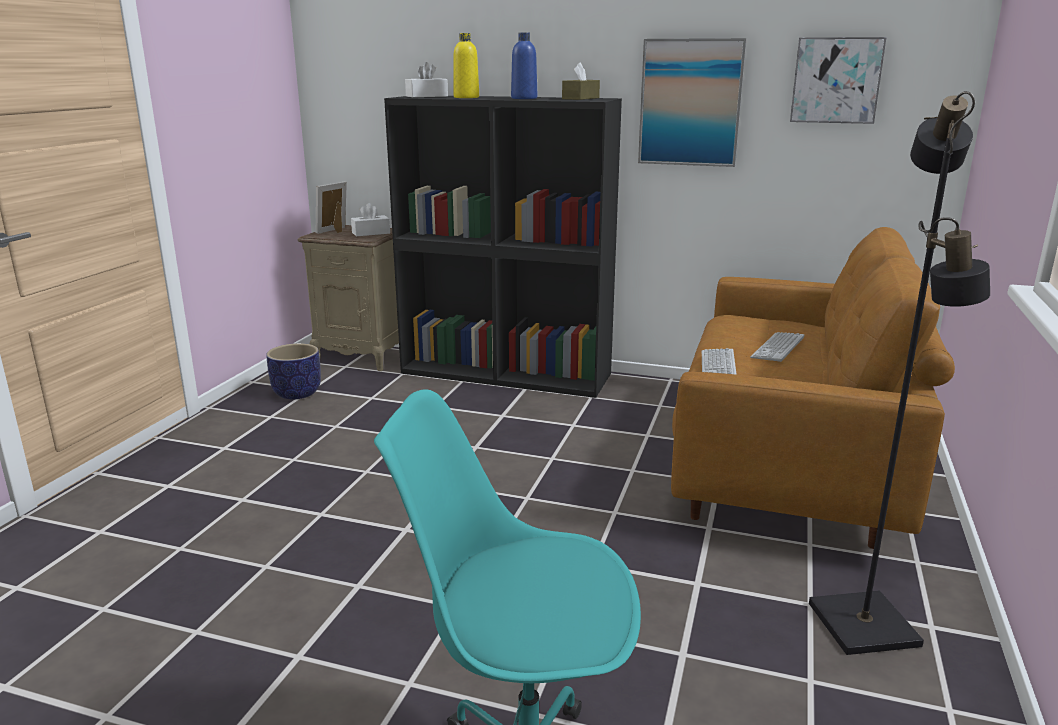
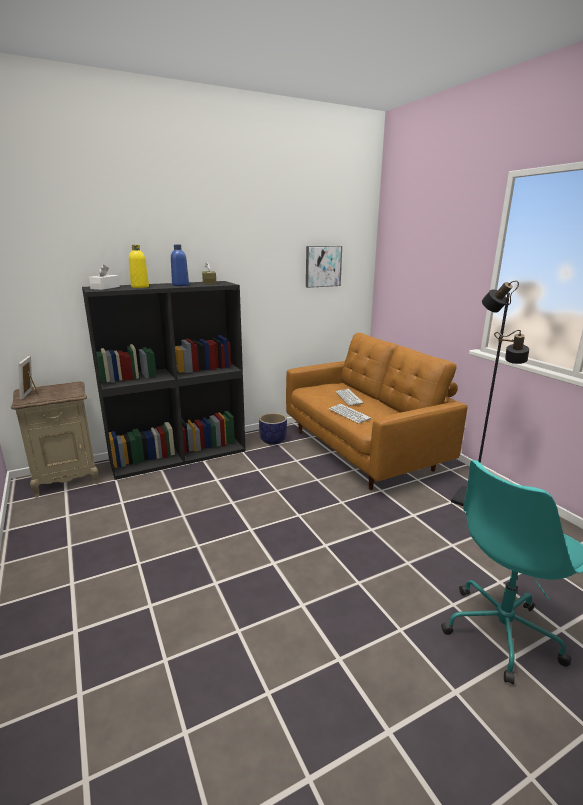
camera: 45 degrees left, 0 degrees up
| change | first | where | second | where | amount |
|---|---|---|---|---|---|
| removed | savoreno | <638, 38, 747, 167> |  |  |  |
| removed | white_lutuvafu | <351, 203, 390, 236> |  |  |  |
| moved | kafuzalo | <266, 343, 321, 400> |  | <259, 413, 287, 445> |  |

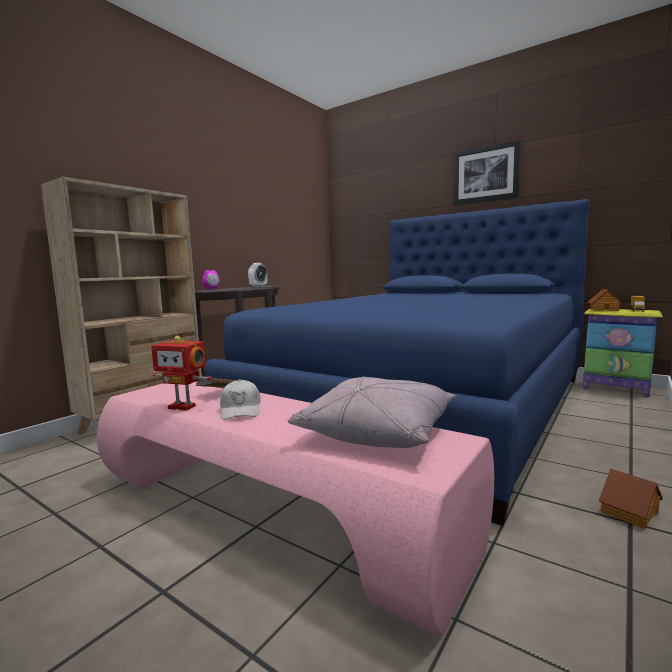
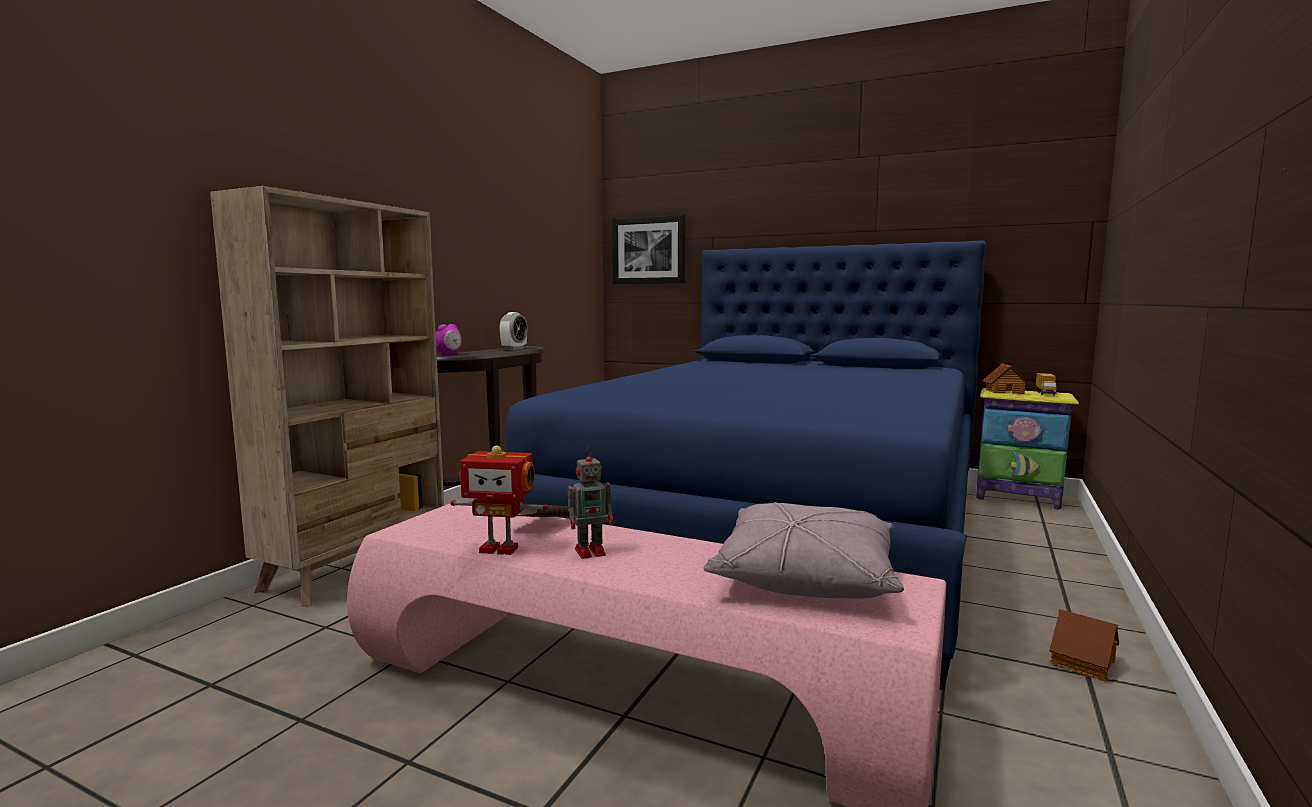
camera: 10 degrees left, 0 degrees up
| change | first | where | second | where | amount |
|---|---|---|---|---|---|
| moved | savoreno | <453, 140, 521, 205> |  | <612, 215, 686, 284> |  |
| replaced | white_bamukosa | <220, 379, 260, 420> | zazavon | <568, 447, 613, 559> |  |

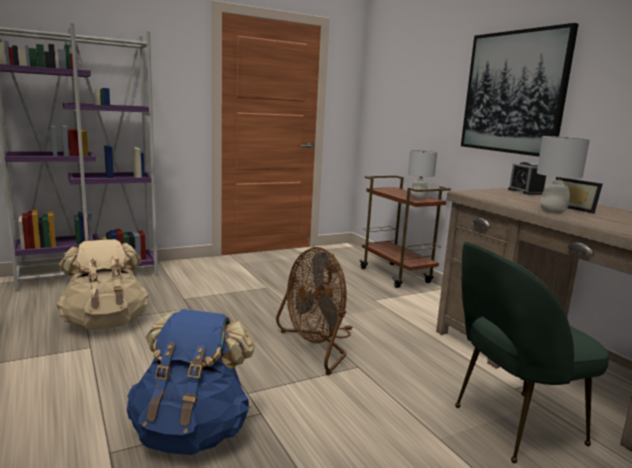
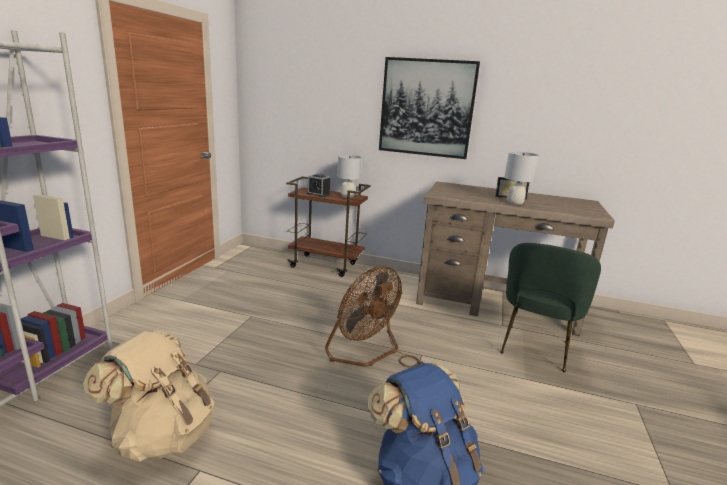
camera: 45 degrees left, 5 degrees up
| change | first | where | second | where | amount |
|---|---|---|---|---|---|
| moved | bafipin | <508, 162, 546, 195> |  | <307, 174, 331, 197> |  |
| turned | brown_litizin | <276, 247, 352, 375> |  | <325, 266, 424, 368> | 120 degrees clockwise |

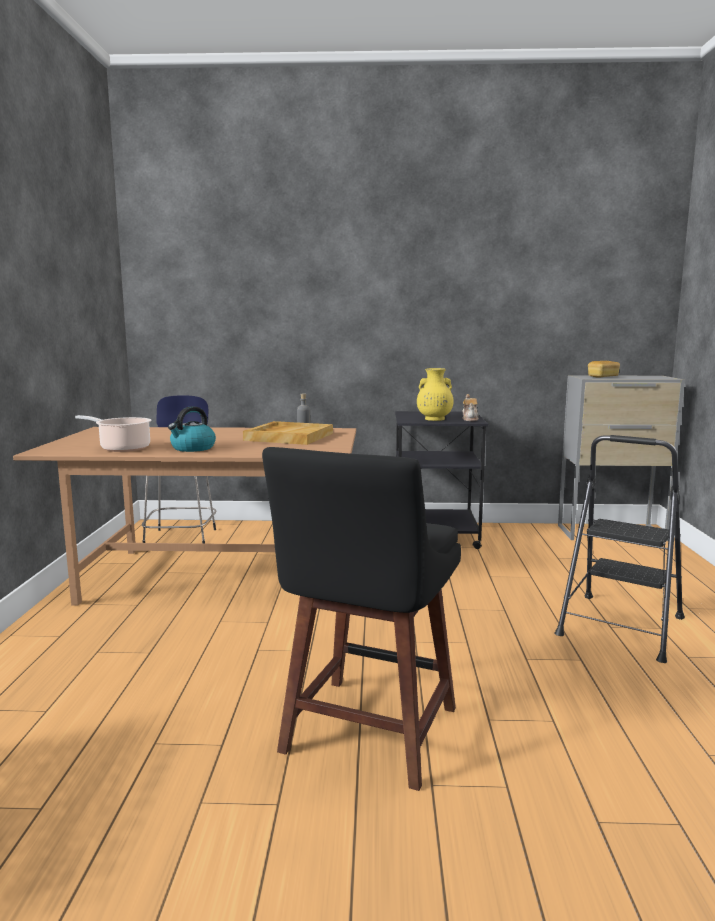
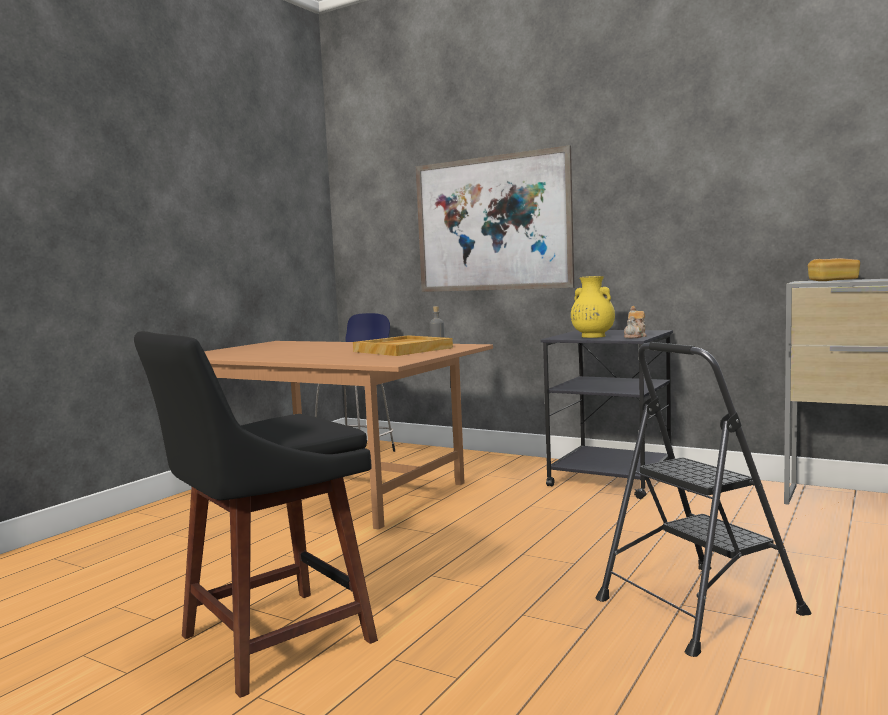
camera: 30 degrees right, 5 degrees down
| change | first | where | second | where | amount |
|---|---|---|---|---|---|
| removed | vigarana | <168, 406, 216, 452> |  |  |  |
| removed | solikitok | <75, 415, 151, 452> |  |  |  |
| added |  |  | savoreno | <416, 145, 574, 292> |  |

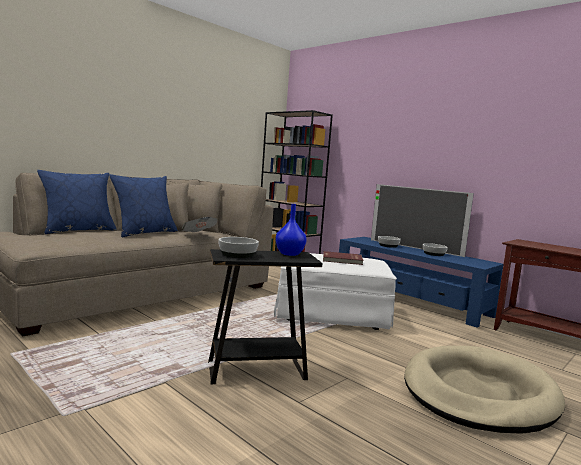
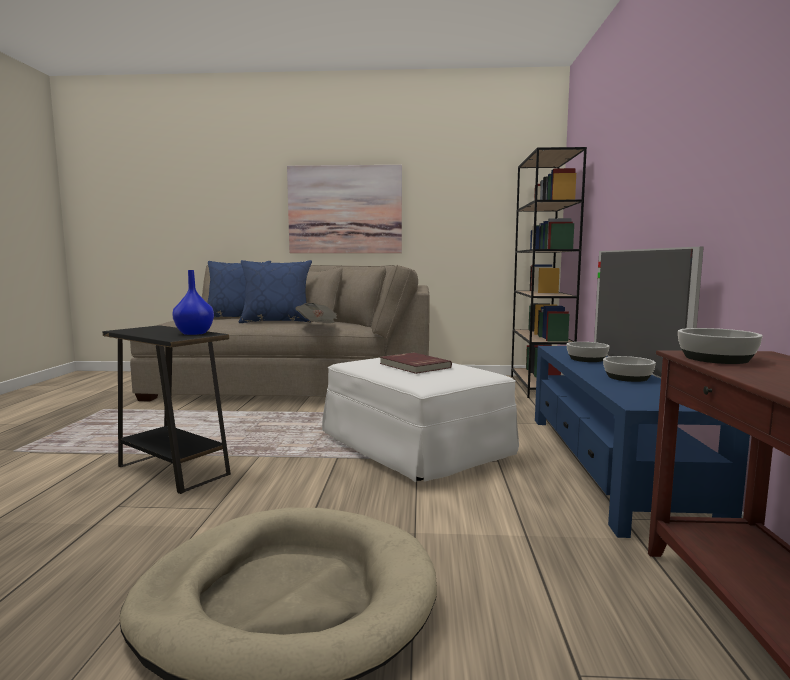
camera: 50 degrees right, 0 degrees up
| change | first | where | second | where | amount |
|---|---|---|---|---|---|
| moved | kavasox | <218, 237, 259, 258> |  | <678, 328, 763, 364> |  |
| added |  |  | savoreno | <287, 165, 402, 253> |  |

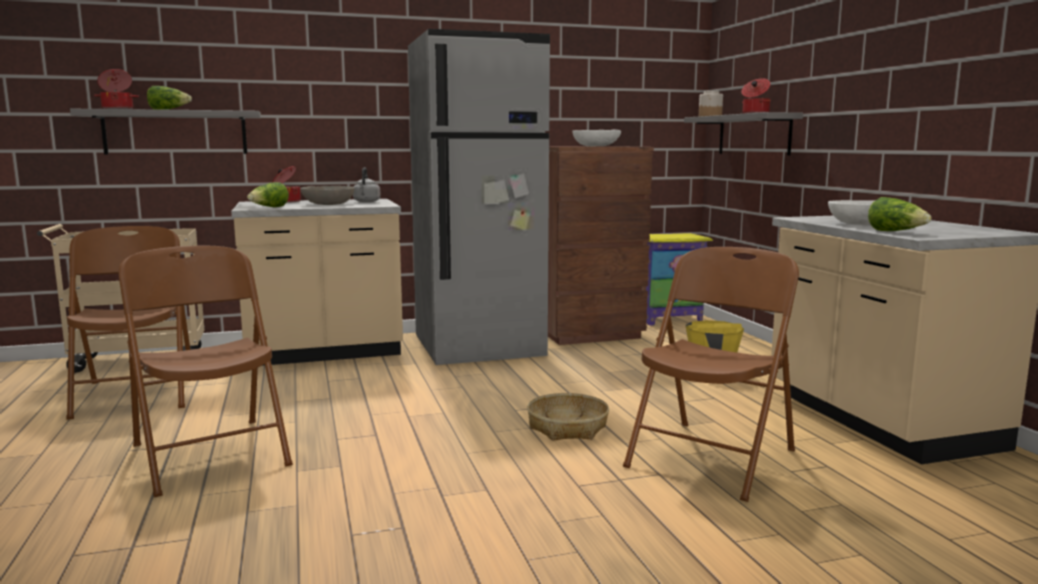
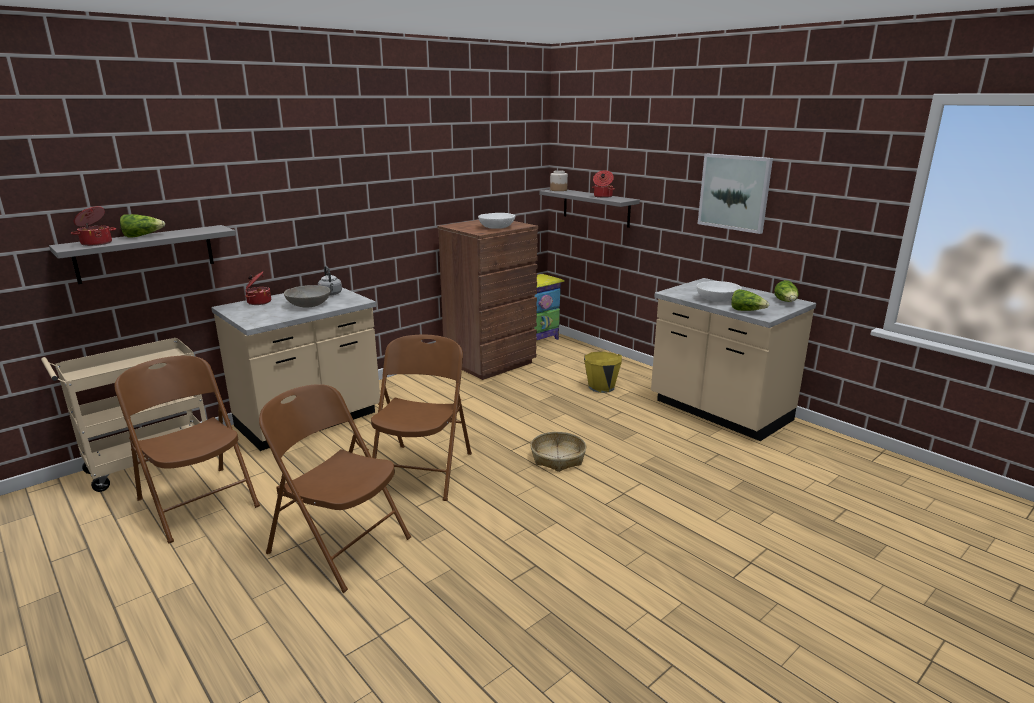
camera: 25 degrees left, 10 degrees up
| change | first | where | second | where | amount |
|---|---|---|---|---|---|
| removed | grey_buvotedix | <408, 29, 550, 365> |  |  |  |
| moved | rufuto | <247, 182, 289, 207> |  | <774, 280, 799, 302> |  |
| moved | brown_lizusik | <623, 247, 799, 502> |  | <371, 335, 472, 501> |  |
| added |  |  | savoreno | <698, 154, 773, 234> |  |

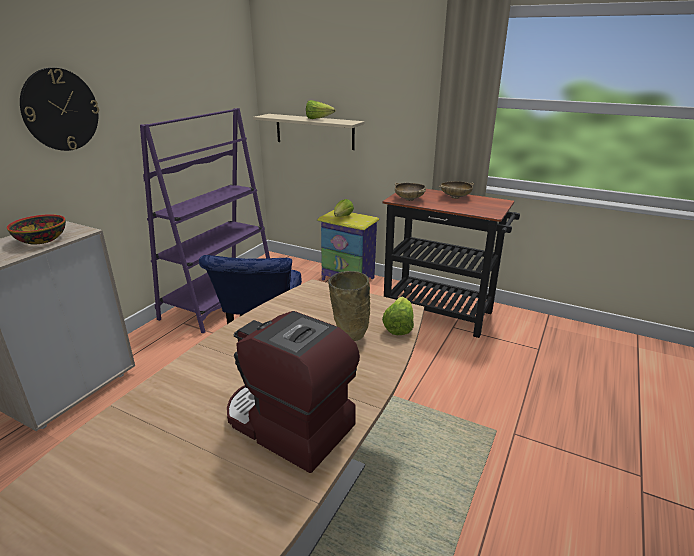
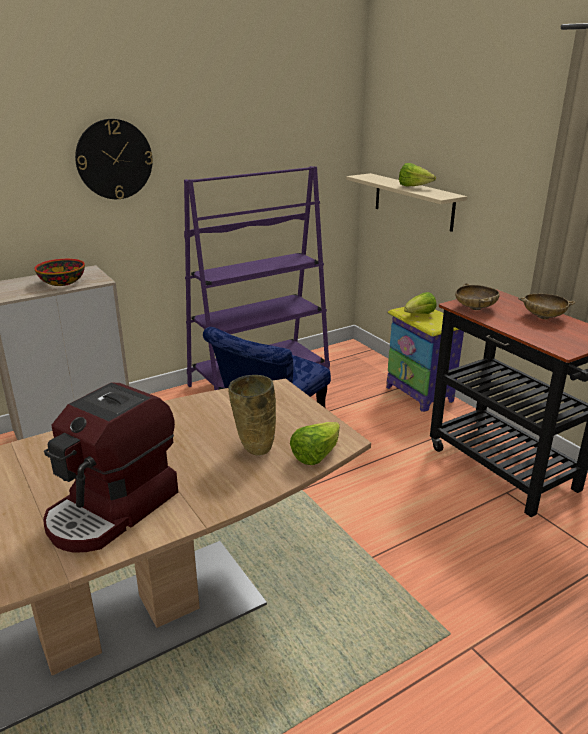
camera: 30 degrees right, 0 degrees up
| change | first | where | second | where | amount |
|---|---|---|---|---|---|
| turned | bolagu | <227, 311, 360, 473> |  | <43, 383, 178, 553> | 120 degrees counterclockwise |

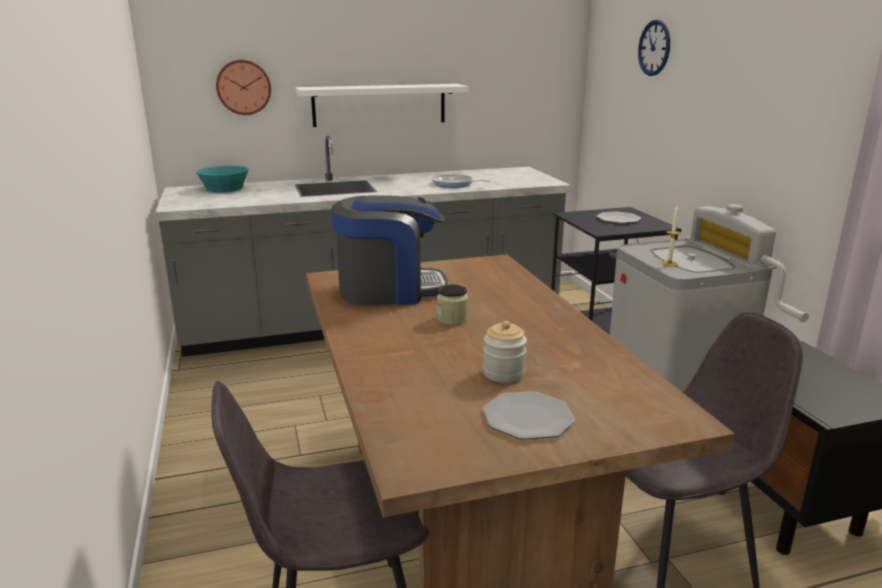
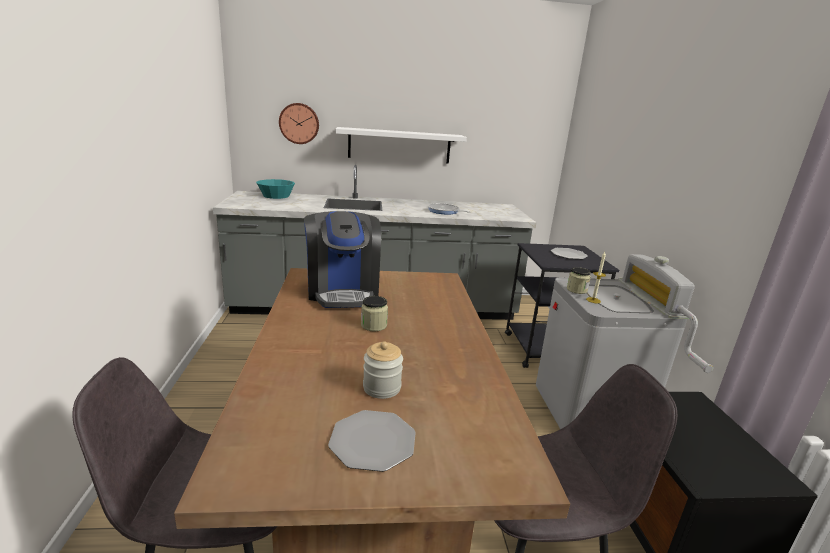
camera: 10 degrees right, 0 degrees up
| change | first | where | second | where | amount |
|---|---|---|---|---|---|
| removed | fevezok | <638, 20, 670, 76> |  |  |  |
| turned | bolagu | <331, 195, 448, 305> |  | <304, 211, 381, 308> | 75 degrees clockwise |
| added |  |  | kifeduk | <567, 267, 591, 294> |  |

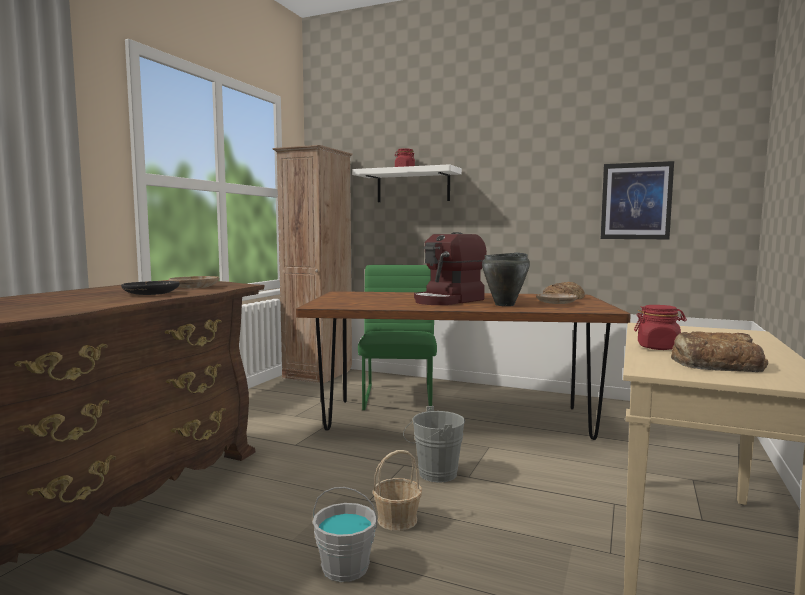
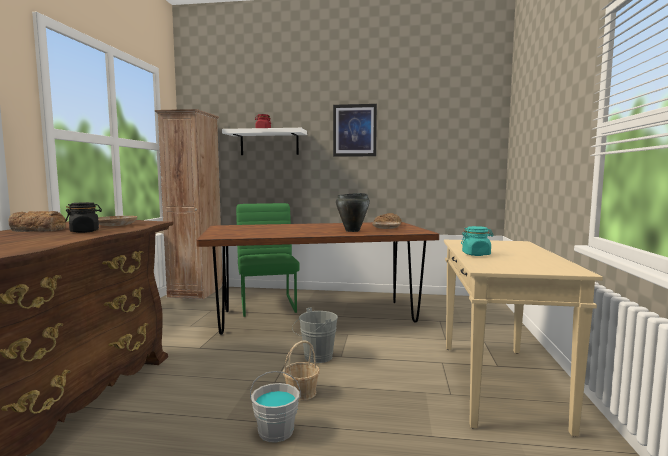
camera: 15 degrees left, 0 degrees up
| change | first | where | second | where | amount |
|---|---|---|---|---|---|
| moved | savoreno | <601, 161, 674, 239> |  | <333, 104, 377, 157> |  |
| removed | bolagu | <414, 232, 487, 305> |  |  |  |
| replaced | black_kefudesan | <121, 281, 180, 295> | black_kifeduk | <65, 202, 102, 233> |  |
| recoloured | red_kifeduk | <634, 305, 687, 350> | turquoise_kifeduk | <461, 226, 493, 256> |  |
| moved | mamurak | <671, 331, 768, 372> |  | <8, 211, 66, 232> |  |

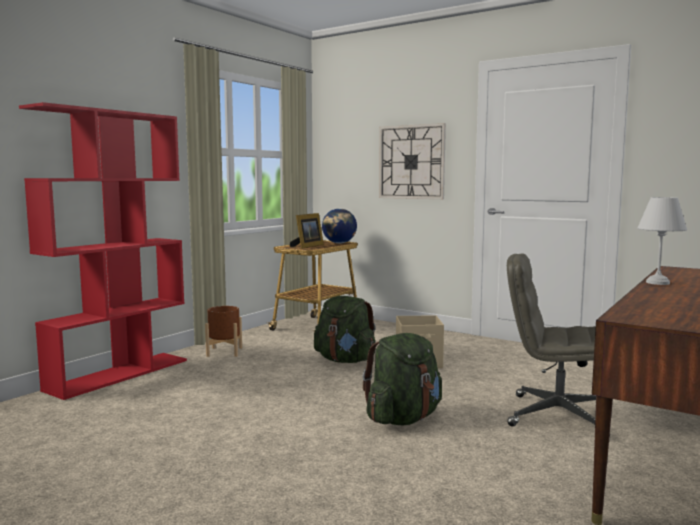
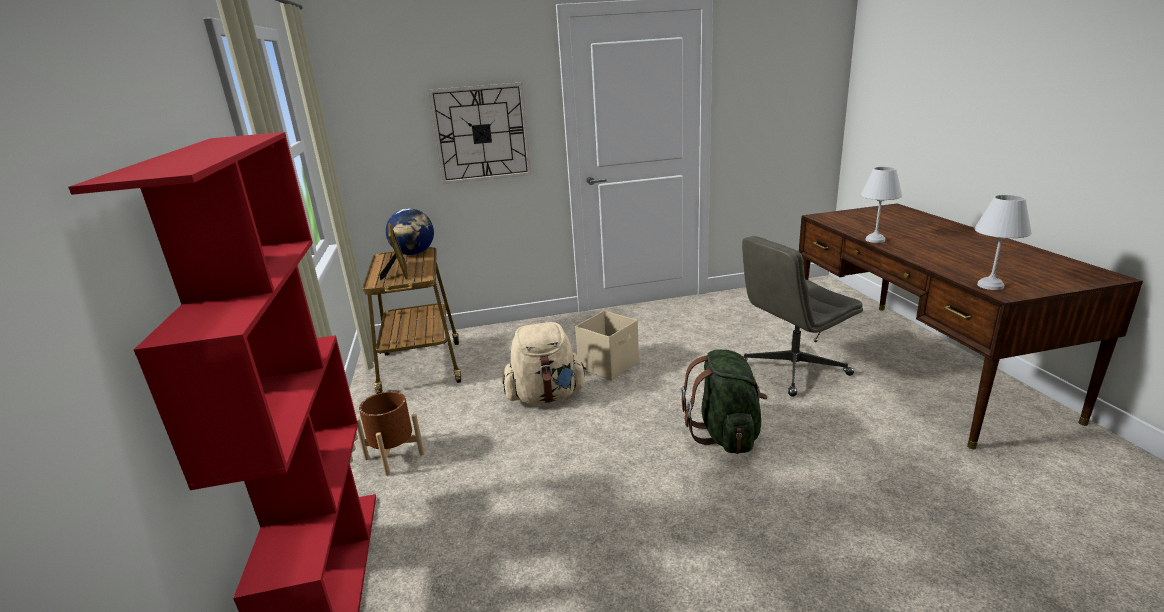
camera: 45 degrees left, 15 degrees up
| change | first | where | second | where | amount |
|---|---|---|---|---|---|
| recoloured | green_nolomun | <314, 296, 376, 363> | beige_nolomun | <502, 322, 586, 404> |  |
| added |  |  | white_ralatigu | <975, 195, 1032, 290> |  |

